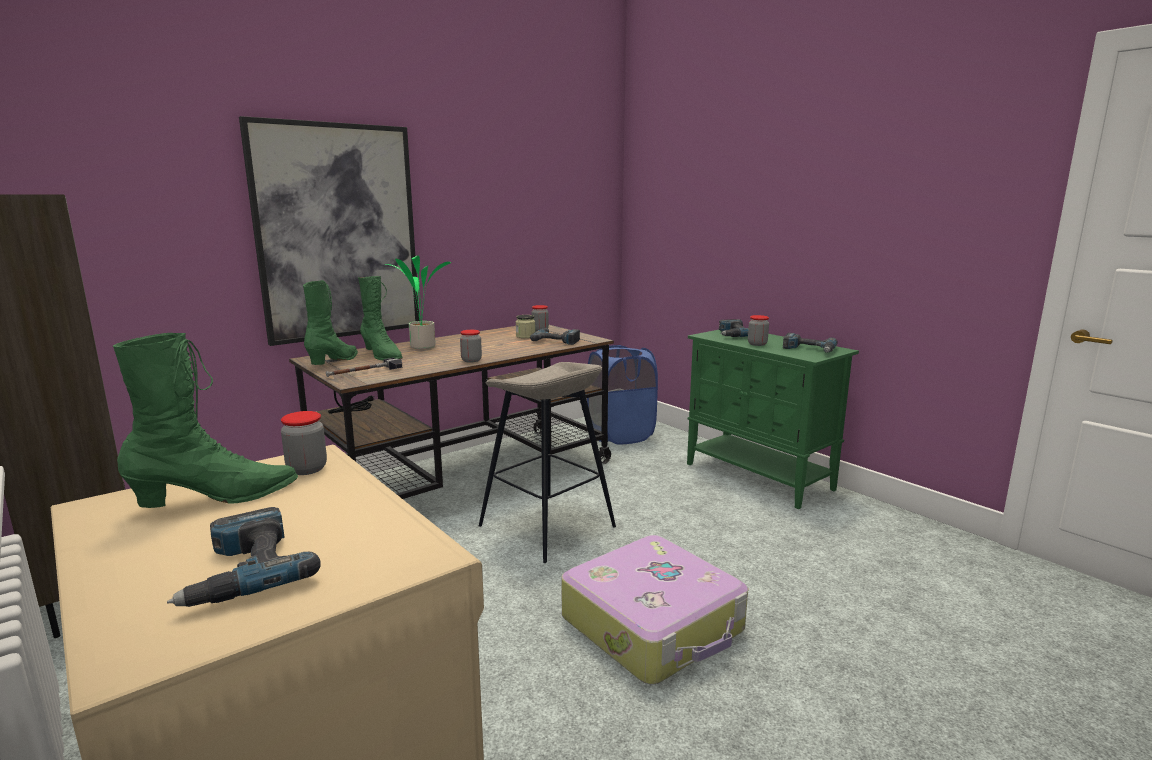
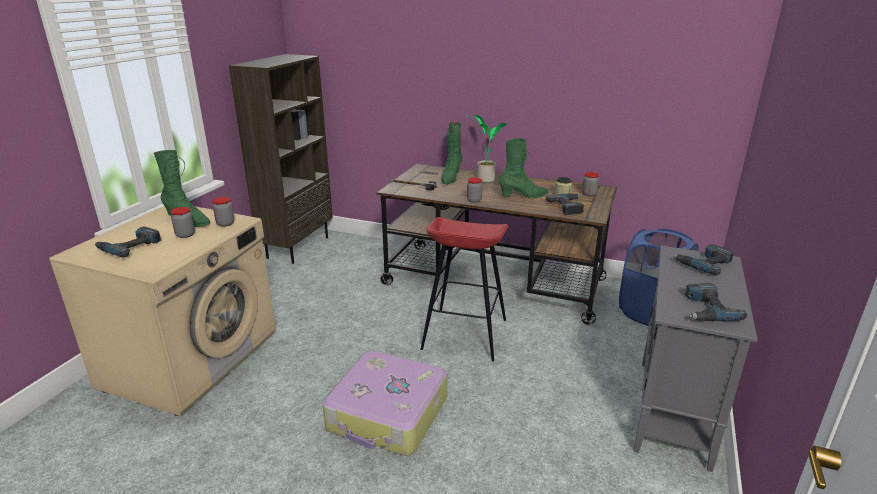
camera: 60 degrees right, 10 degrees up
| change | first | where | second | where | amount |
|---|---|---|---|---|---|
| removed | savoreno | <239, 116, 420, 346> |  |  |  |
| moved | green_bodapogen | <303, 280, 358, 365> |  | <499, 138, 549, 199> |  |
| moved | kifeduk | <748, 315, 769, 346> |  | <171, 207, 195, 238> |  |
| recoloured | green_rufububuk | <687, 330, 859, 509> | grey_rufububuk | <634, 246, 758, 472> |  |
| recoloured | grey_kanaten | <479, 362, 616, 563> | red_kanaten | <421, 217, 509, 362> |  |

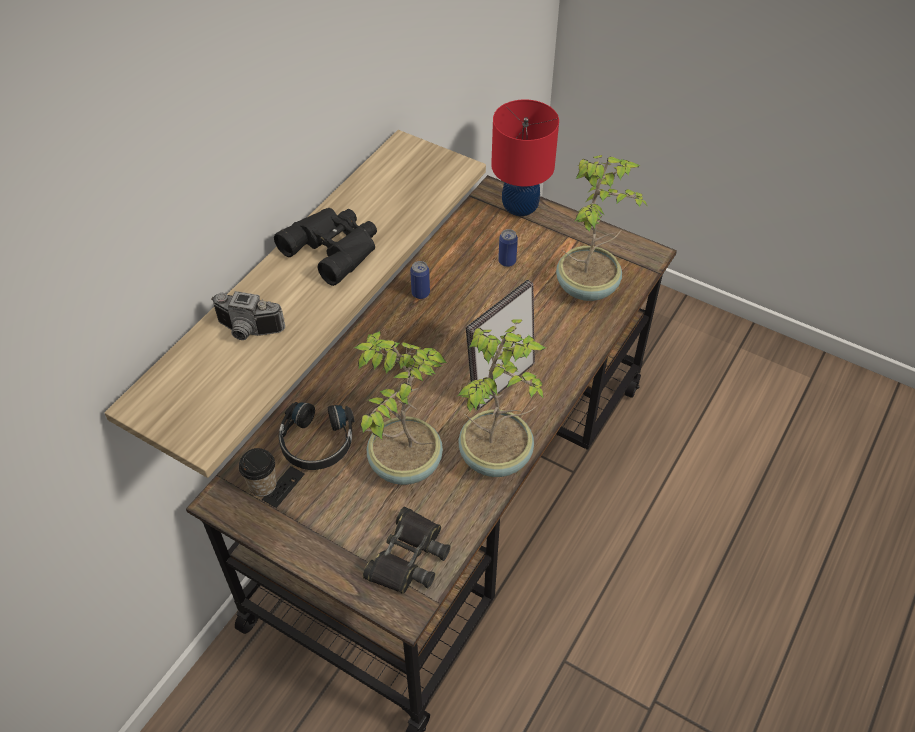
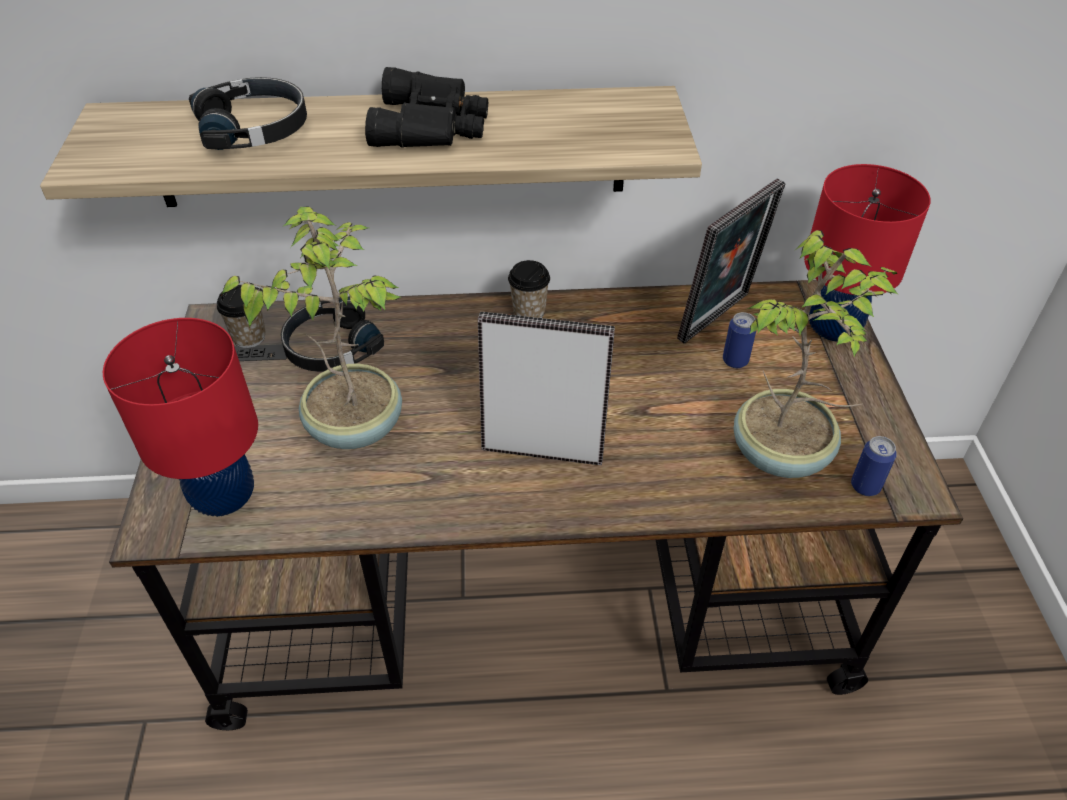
camera: 55 degrees right, 5 degrees down
| change | first | where | second | where | amount |
|---|---|---|---|---|---|
| moved | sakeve | <410, 261, 430, 299> |  | <851, 436, 897, 496> |  |
| replaced | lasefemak | <211, 291, 285, 340> | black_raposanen | <189, 77, 307, 150> |  |
| removed | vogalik | <456, 319, 546, 477> |  |  |  |
| replaced | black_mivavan | <363, 507, 450, 594> | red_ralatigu | <103, 318, 258, 517> |  |
| added |  |  | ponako | <677, 178, 786, 344> |  |
| added |  |  | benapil | <508, 260, 550, 318> |  |

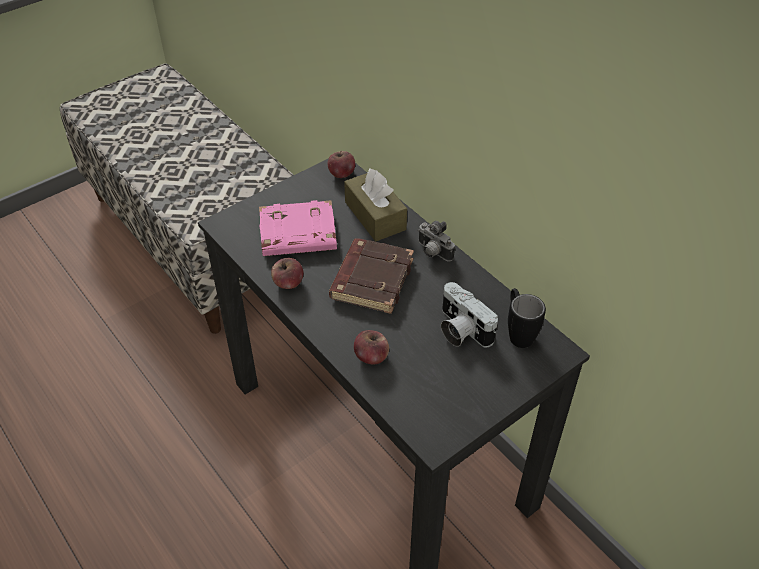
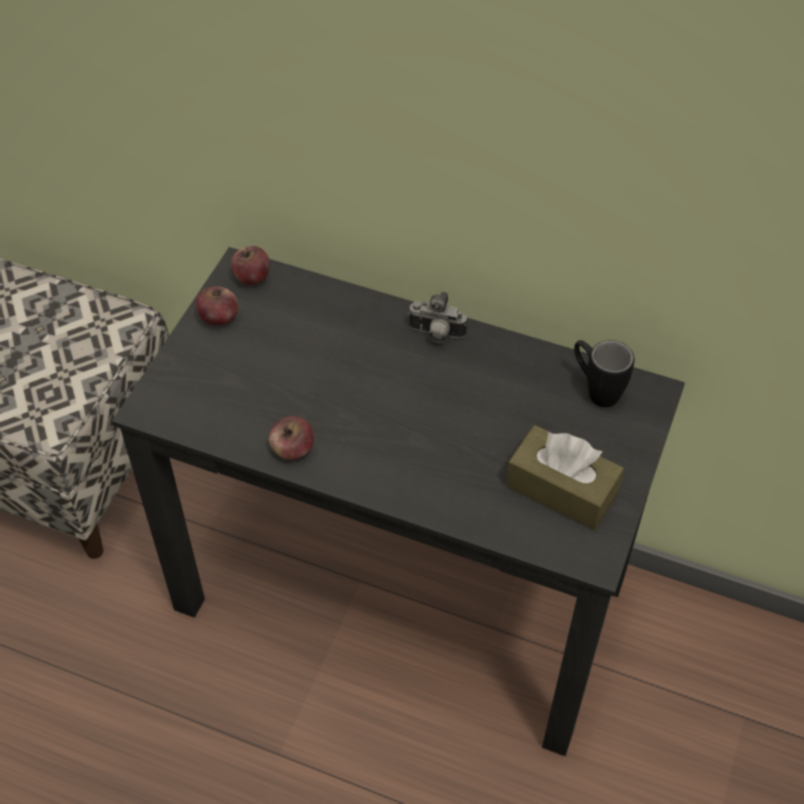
camera: 30 degrees left, 5 degrees up
| change | first | where | second | where | amount |
|---|---|---|---|---|---|
| moved | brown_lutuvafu | <344, 169, 407, 241> |  | <506, 425, 624, 530> |  |
| removed | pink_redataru | <259, 200, 337, 256> |  |  |  |
| removed | brown_redataru | <329, 238, 414, 314> |  |  |  |
| removed | lasefemak | <441, 282, 498, 348> |  |  |  |
| moved | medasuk | <354, 330, 389, 365> |  | <196, 286, 238, 325> |  |

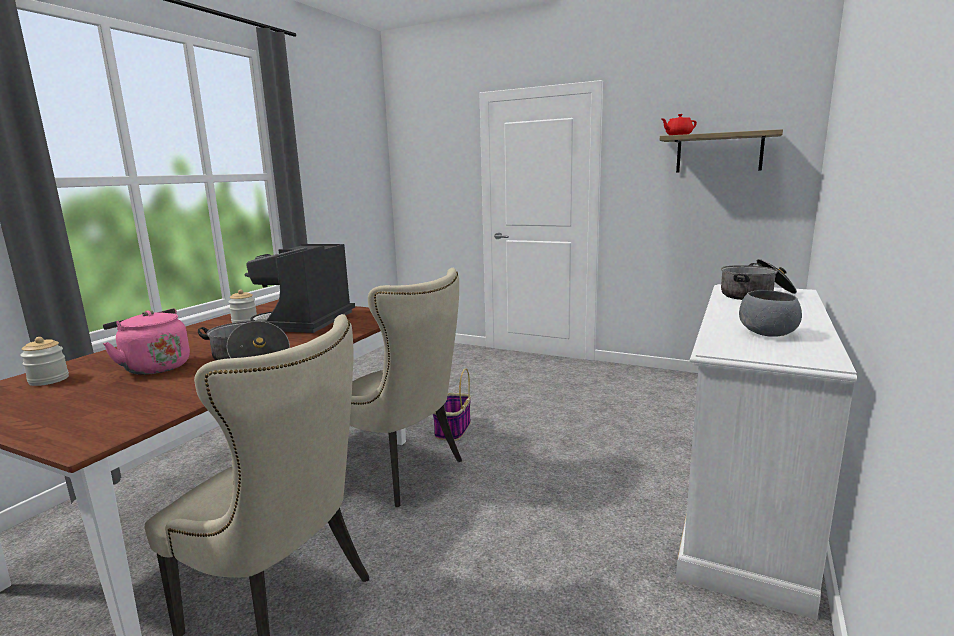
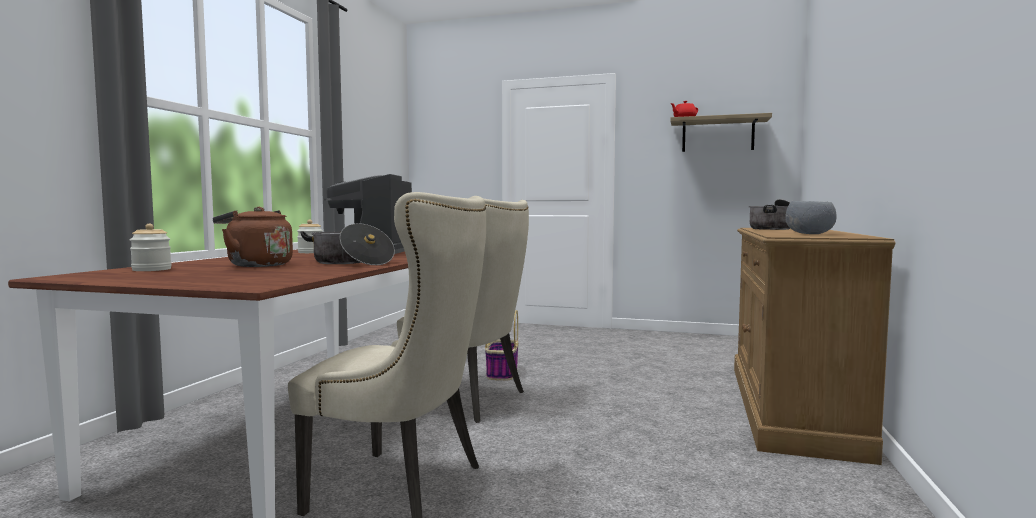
camera: 10 degrees left, 10 degrees down
| change | first | where | second | where | amount |
|---|---|---|---|---|---|
| recoloured | white_rufububuk | <676, 284, 857, 620> | brown_rufububuk | <734, 228, 895, 465> |  |
| recoloured | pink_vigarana | <103, 308, 190, 375> | brown_vigarana | <213, 207, 293, 267> |  |

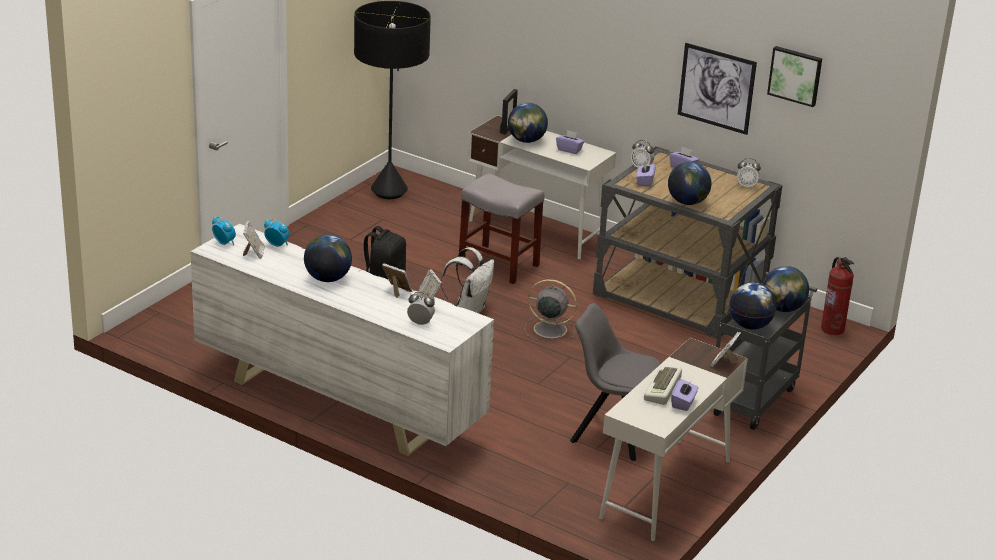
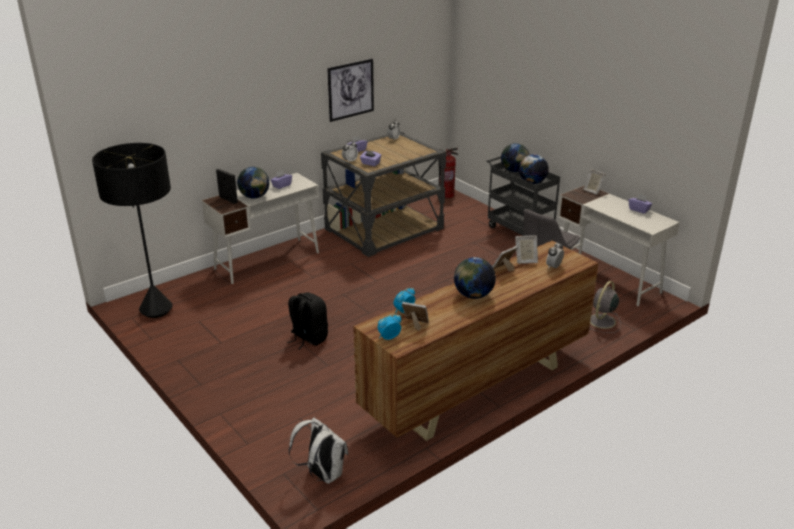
camera: 70 degrees left, 0 degrees up
| change | first | where | second | where | amount |
|---|---|---|---|---|---|
| removed | savoreno | <767, 46, 822, 107> |  |  |  |
| removed | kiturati | <668, 162, 712, 205> |  |  |  |
| removed | grey_kanaten | <458, 173, 544, 285> |  |  |  |
| recoloured | white_rufububuk | <190, 224, 494, 456> | brown_rufububuk | <353, 241, 598, 441> |  |
| moved | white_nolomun | <441, 247, 494, 313> |  | <288, 417, 348, 484> |  |
| moved | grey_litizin | <525, 279, 577, 341> |  | <590, 281, 621, 333> |  |
| removed | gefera | <644, 366, 682, 405> |  |  |  |

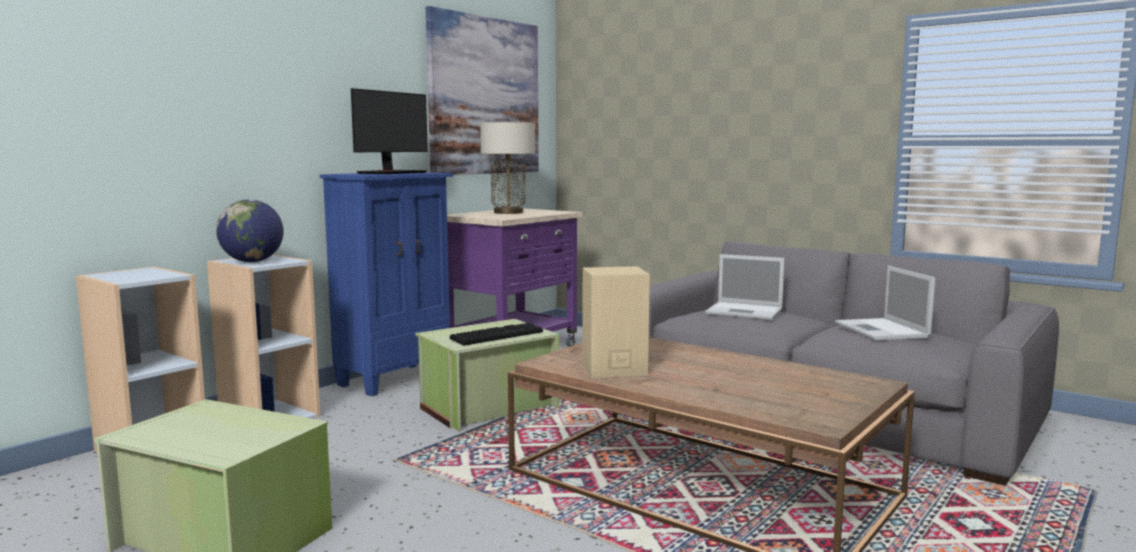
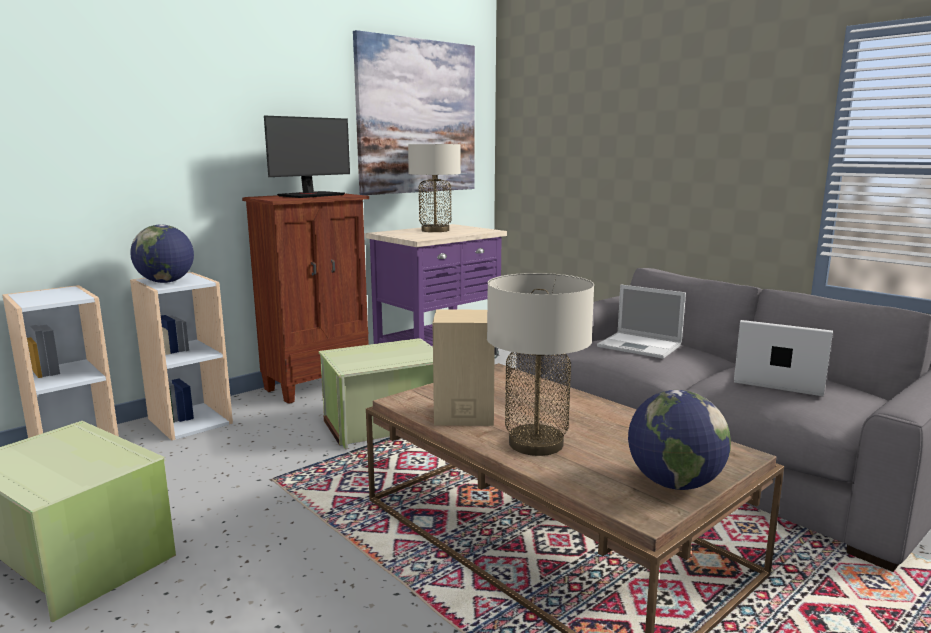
camera: 10 degrees right, 5 degrees up
| change | first | where | second | where | amount |
|---|---|---|---|---|---|
| recoloured | blue_rufububuk | <320, 172, 453, 396> | brown_rufububuk | <242, 194, 369, 404> |  |
| turned | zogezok | <835, 266, 935, 340> |  | <734, 320, 833, 396> | 120 degrees clockwise |
| removed | gefera | <450, 323, 543, 346> |  |  |  |
| added |  |  | ralatigu | <487, 273, 594, 456> |  |
| added |  |  | kiturati | <628, 390, 731, 490> |  |

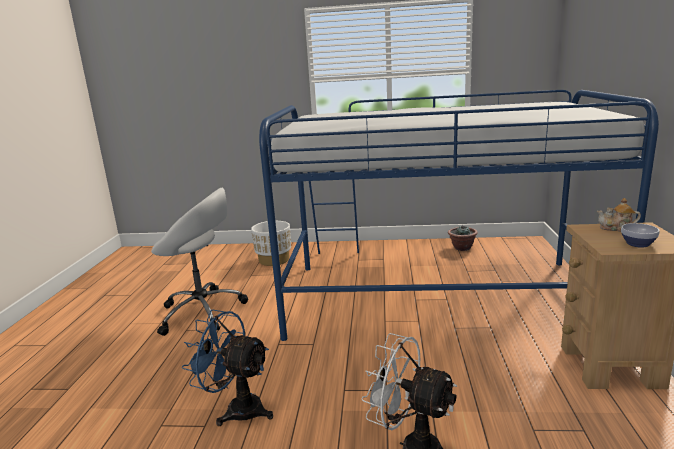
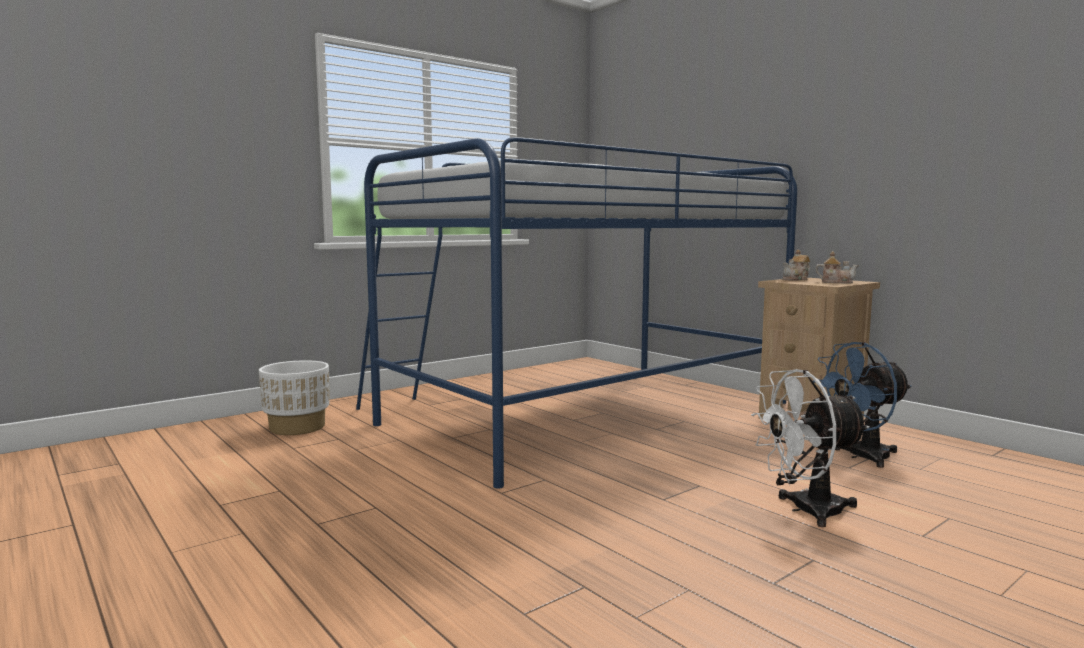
camera: 45 degrees left, 10 degrees down
| change | first | where | second | where | amount |
|---|---|---|---|---|---|
| removed | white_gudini | <151, 188, 248, 336> |  |  |  |
| replaced | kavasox | <621, 223, 660, 248> | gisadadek | <815, 251, 859, 284> |  |
| removed | vogalik | <448, 225, 478, 251> |  |  |  |
| moved | blue_litizin | <182, 310, 273, 426> |  | <813, 342, 912, 468> |  |

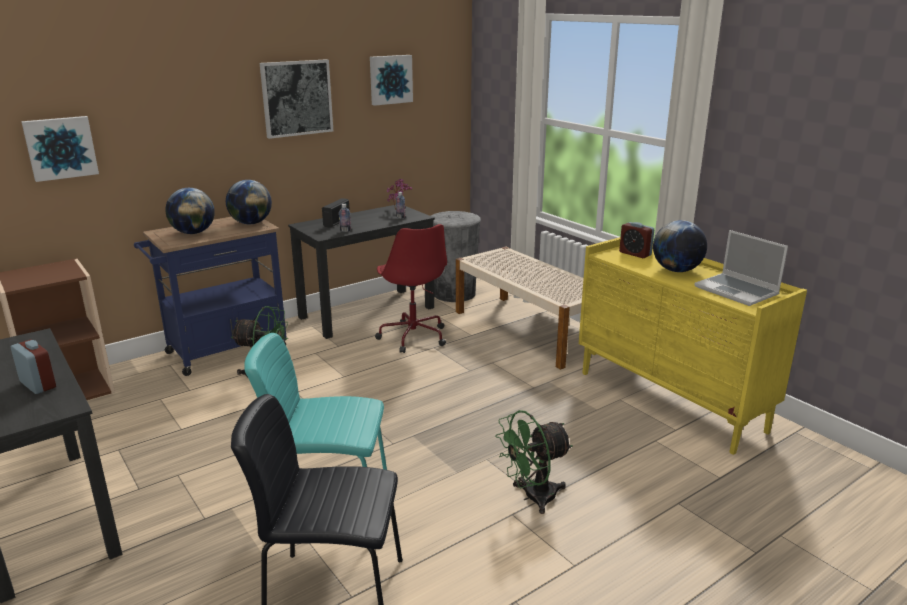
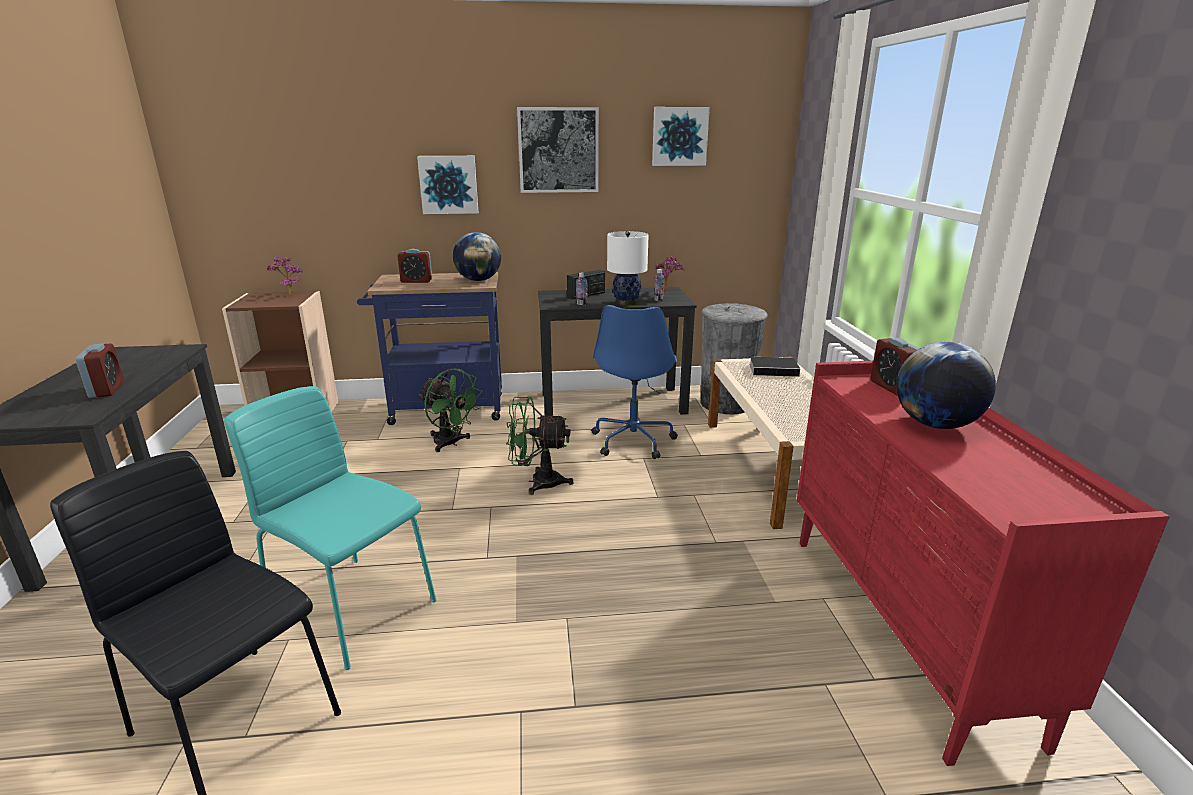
camera: 30 degrees right, 0 degrees up
| change | first | where | second | where | amount |
|---|---|---|---|---|---|
| moved | savoreno | <21, 116, 99, 182> |  | <417, 156, 479, 214> |  |
| replaced | kiturati | <165, 188, 215, 234> | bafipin | <397, 249, 432, 283> |  |
| recoloured | red_gudini | <375, 224, 447, 353> | blue_gudini | <591, 305, 678, 459> |  |
| removed | zogezok | <694, 230, 788, 306> |  |  |  |
| recoloured | yellow_rufububuk | <579, 237, 807, 455> | red_rufububuk | <797, 361, 1170, 766> |  |
| moved | green_litizin | <496, 410, 573, 514> |  | <506, 397, 574, 495> |  |
| added |  |  | white_ralatigu | <607, 231, 649, 305> |  |
| added |  |  | vogalik | <267, 257, 303, 295> |  |
| added |  |  | redataru | <749, 357, 807, 377> |  |

